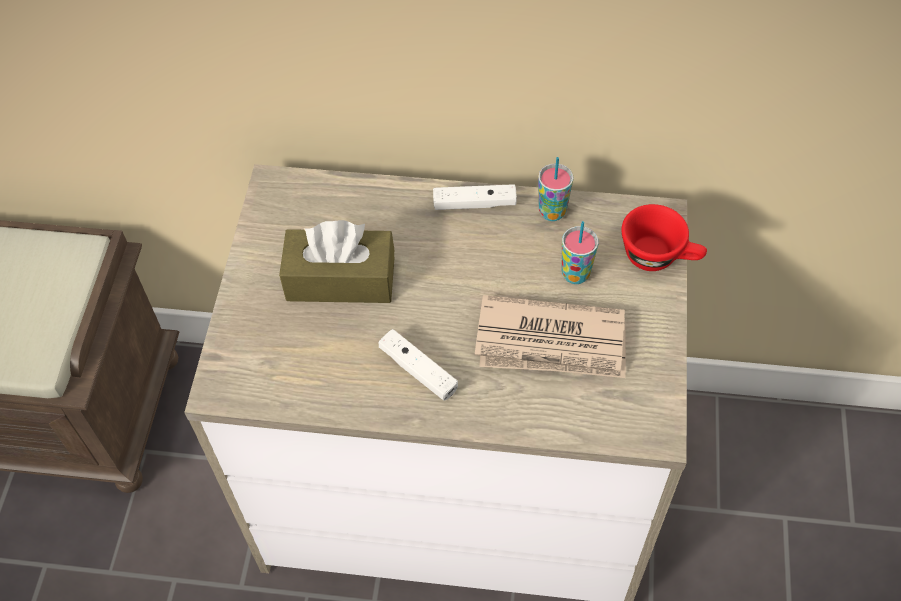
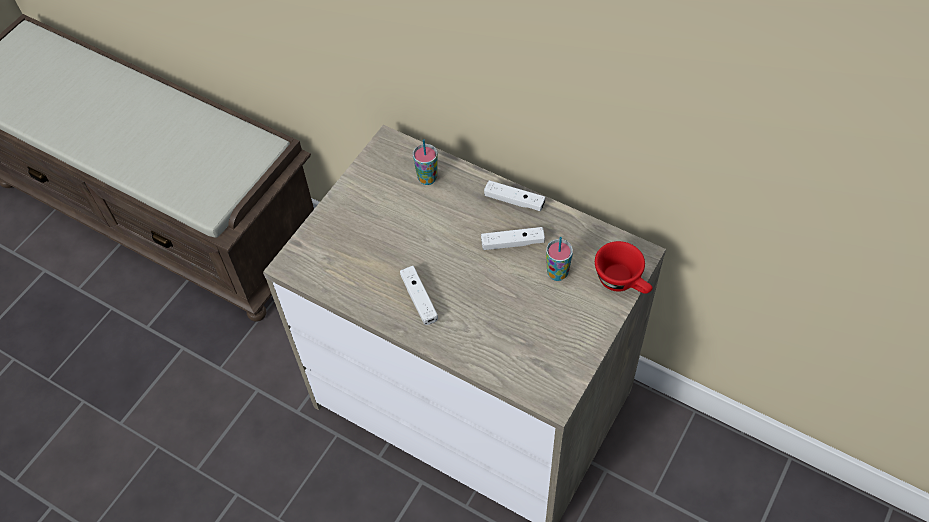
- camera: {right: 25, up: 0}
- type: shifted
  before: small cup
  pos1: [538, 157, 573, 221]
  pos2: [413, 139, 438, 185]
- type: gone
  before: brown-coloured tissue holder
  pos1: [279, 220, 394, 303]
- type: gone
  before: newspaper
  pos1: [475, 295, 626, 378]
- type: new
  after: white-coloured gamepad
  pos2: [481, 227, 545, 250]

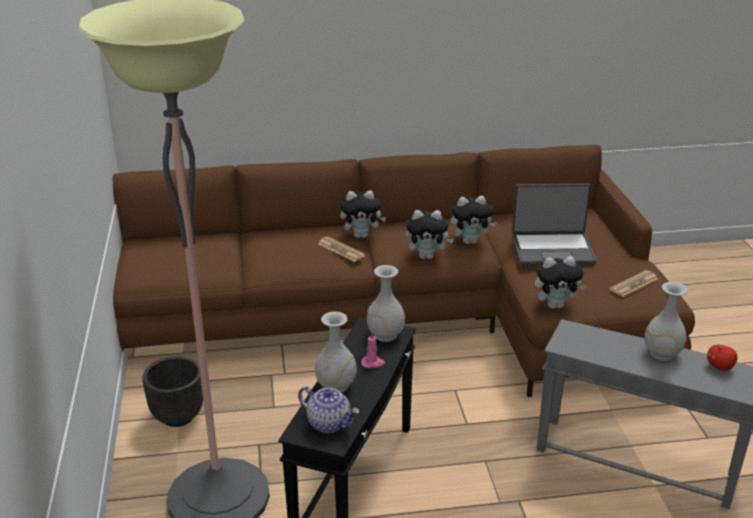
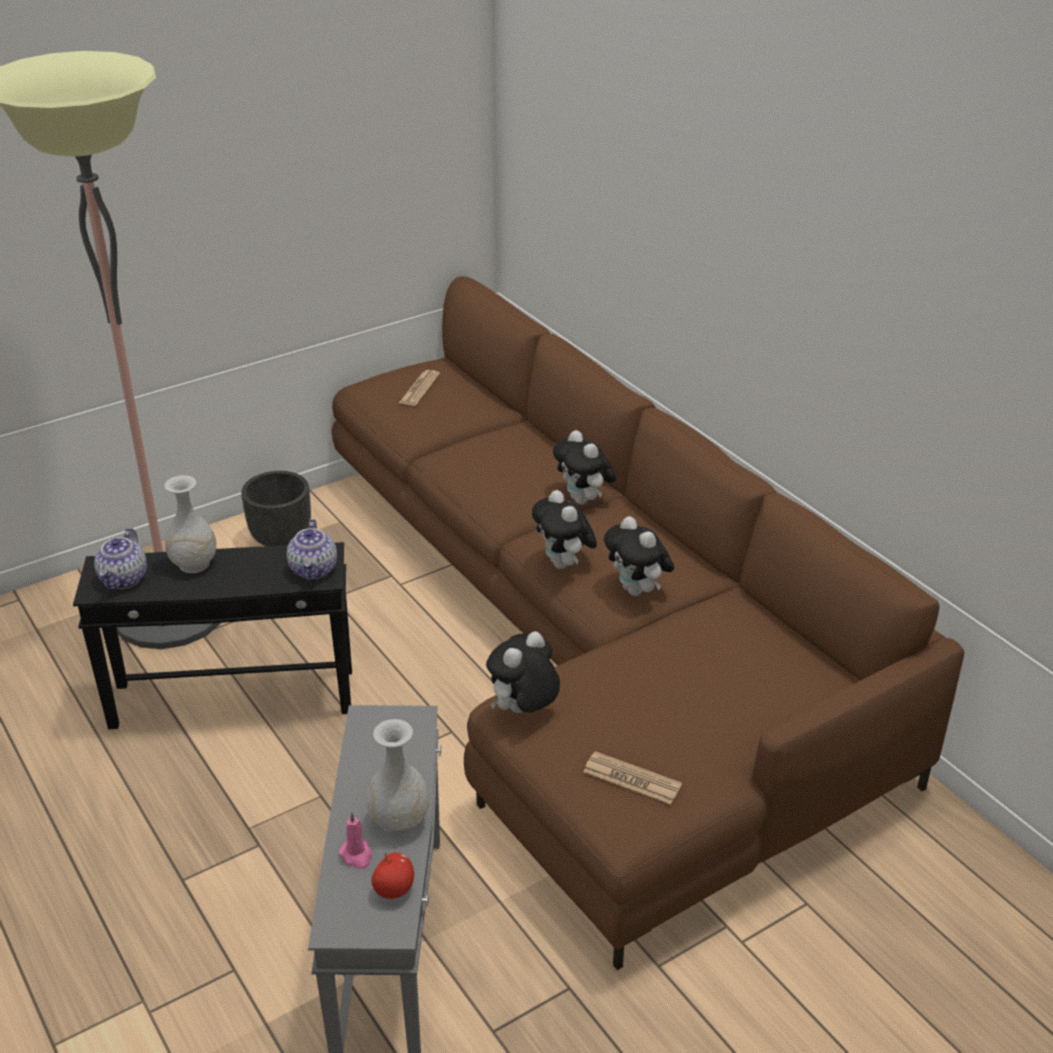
- camera: {right: 65, up: 5}
- type: gone
  before: notebook computer
  pos1: [512, 184, 597, 265]
- type: shifted
  before: newspaper
  pos1: [318, 237, 366, 262]
  pos2: [399, 370, 440, 406]
- type: rotated
  before: cuddly toy
  pos1: [535, 256, 586, 309]
  pos2: [486, 631, 560, 713]
  turn: 75
- type: swapped
  before: white-coloured flower vase
  after: teapot
  pos1: [367, 265, 405, 342]
  pos2: [287, 519, 337, 581]
- type: shifted
  before: pink-coloured candle
  pos1: [361, 332, 385, 368]
  pos2: [338, 812, 372, 869]

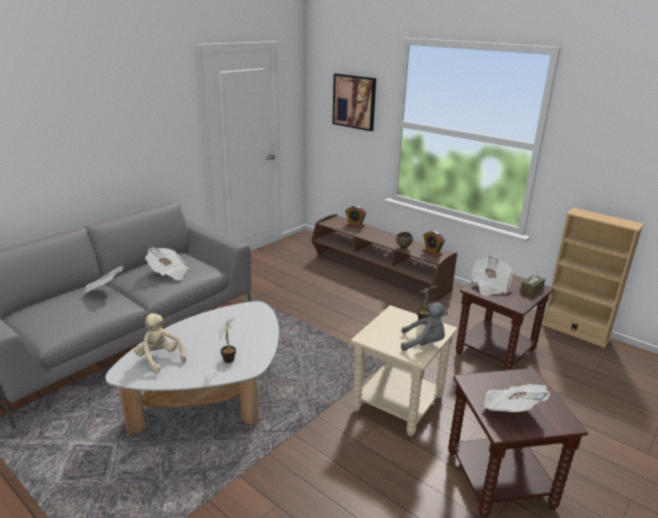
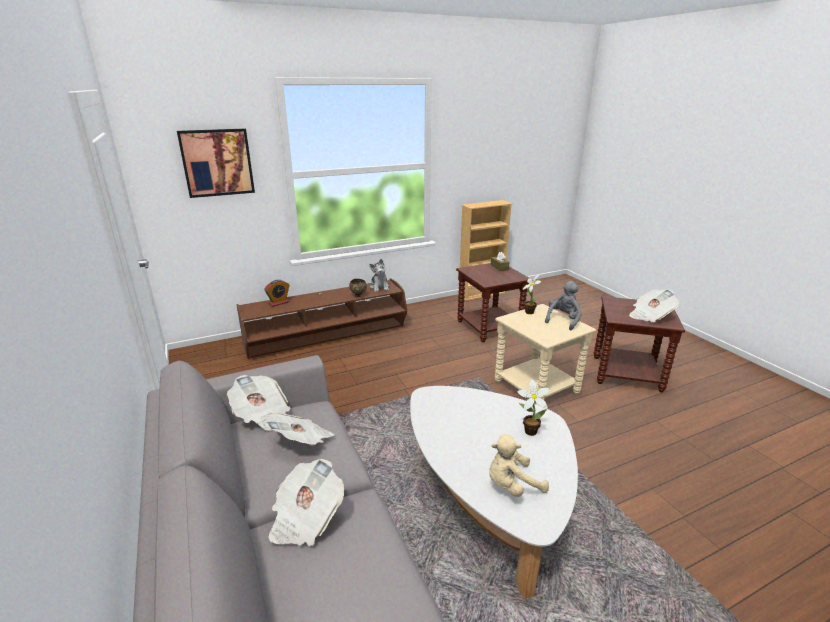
- camera: {right: -65, up: 0}
- type: swapped
  before: alarm clock
  after: cuddly toy
  pos1: [422, 231, 445, 257]
  pos2: [369, 259, 389, 292]
- type: shifted
  before: newspaper
  pos1: [471, 256, 513, 295]
  pos2: [227, 375, 291, 431]

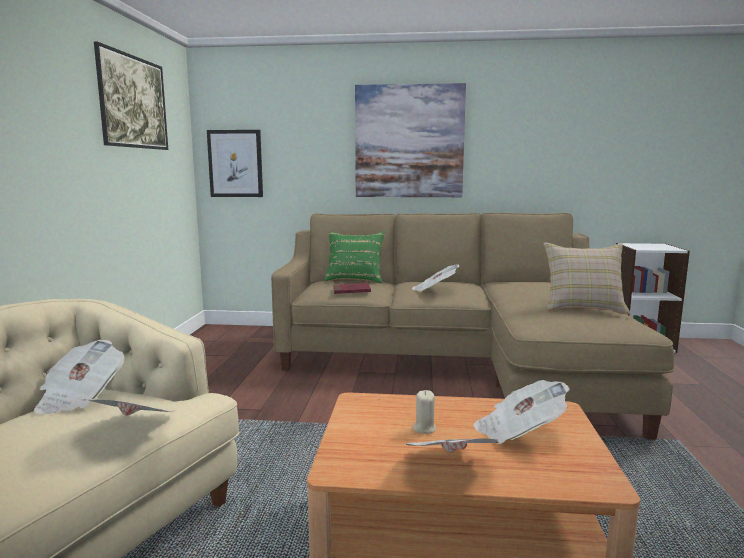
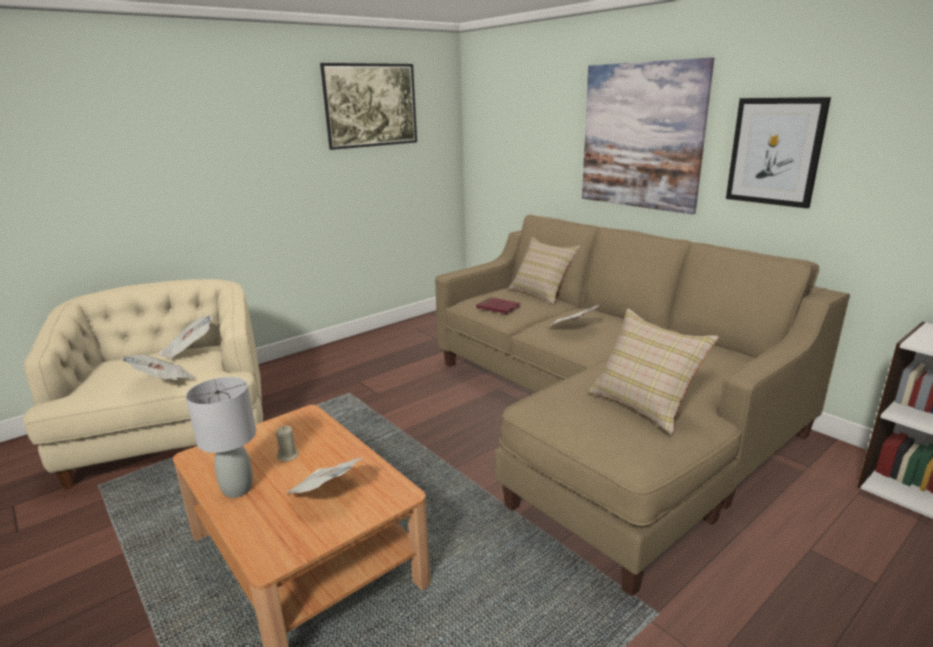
- camera: {right: 45, up: 10}
- type: shifted
  before: picture
  pos1: [207, 130, 263, 197]
  pos2: [726, 97, 831, 208]
- type: repainted
  before: green cushion
  after: beige cushion
  pos1: [324, 231, 385, 283]
  pos2: [508, 237, 580, 305]
- type: swapped
  before: newspaper
  after: greyish lamp for a table
  pos1: [406, 439, 499, 453]
  pos2: [186, 377, 256, 498]

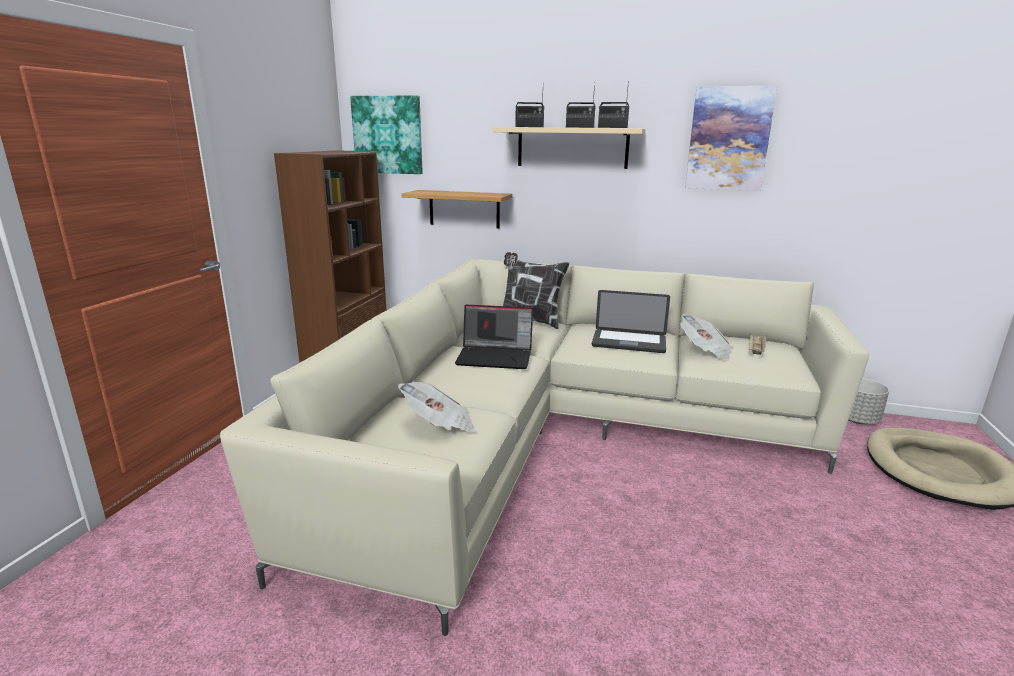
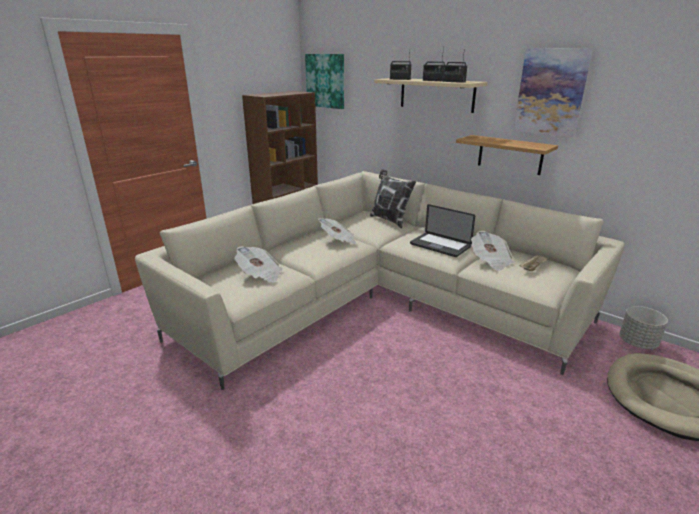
- camera: {right: 25, up: 5}
- type: shifted
  before: bracket shelf
  pos1: [401, 190, 512, 228]
  pos2: [456, 135, 558, 175]
- type: swapped
  before: notebook computer
  after: newspaper
  pos1: [455, 305, 533, 369]
  pos2: [318, 218, 356, 245]

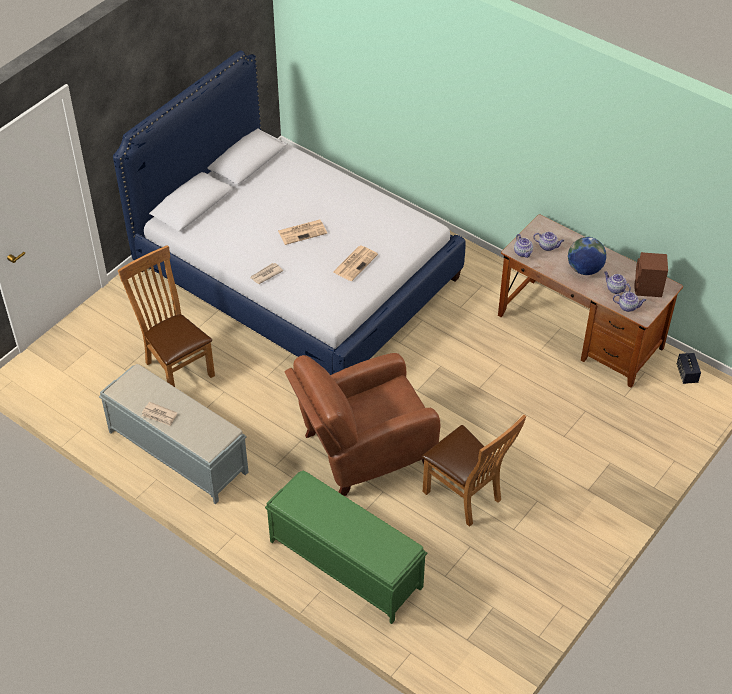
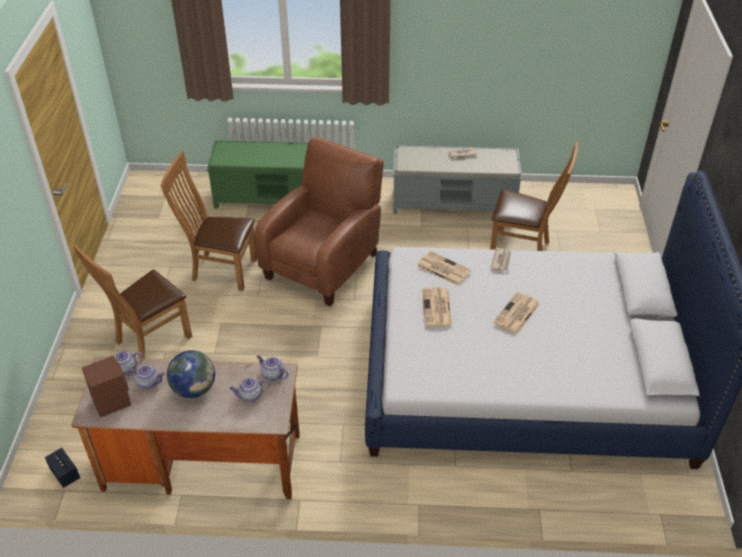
- camera: {right: 145, up: -5}
- type: new
  after: brown-coloured upright chair
  pos2: [73, 244, 192, 359]
- type: new
  after: newspaper
  pos2: [417, 251, 471, 286]

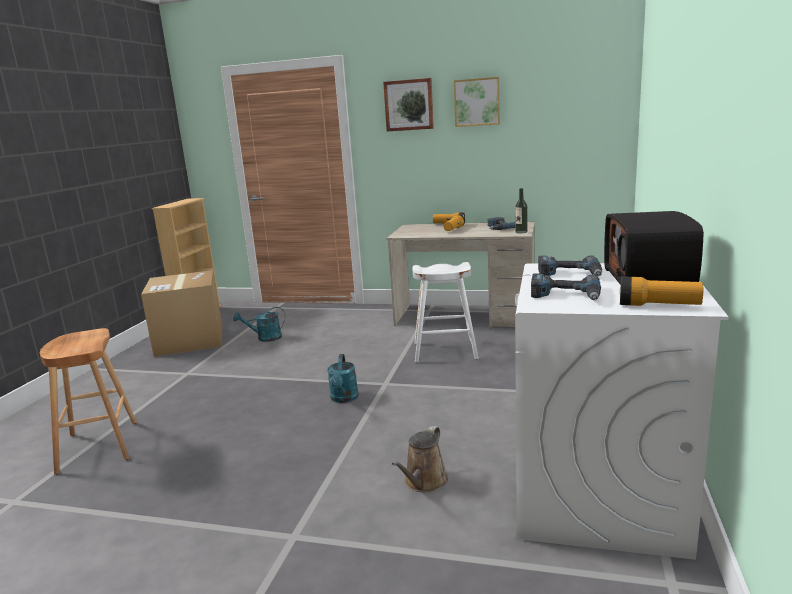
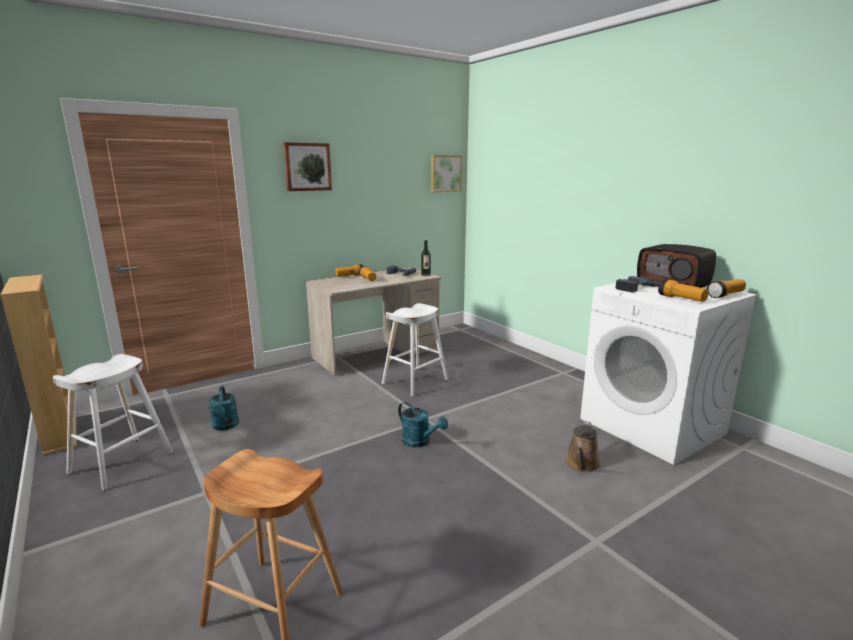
- camera: {right: -50, up: 0}
- type: shifted
  before: picture
  pos1: [454, 77, 500, 127]
  pos2: [431, 155, 462, 192]
- type: swapped
  before: packing box
  after: white-coloured stool seat
  pos1: [141, 270, 222, 357]
  pos2: [53, 354, 173, 490]
- type: swapped
  before: power drill
  after: hand torch
  pos1: [531, 273, 601, 300]
  pos2: [658, 279, 709, 302]
- type: rotated
  before: turquoise-coloured watering can
  pos1: [233, 307, 285, 342]
  pos2: [209, 386, 239, 430]
  turn: -45
- type: rotated
  before: brown-coloured watering can
  pos1: [392, 426, 448, 492]
  pos2: [565, 421, 601, 472]
  turn: 45

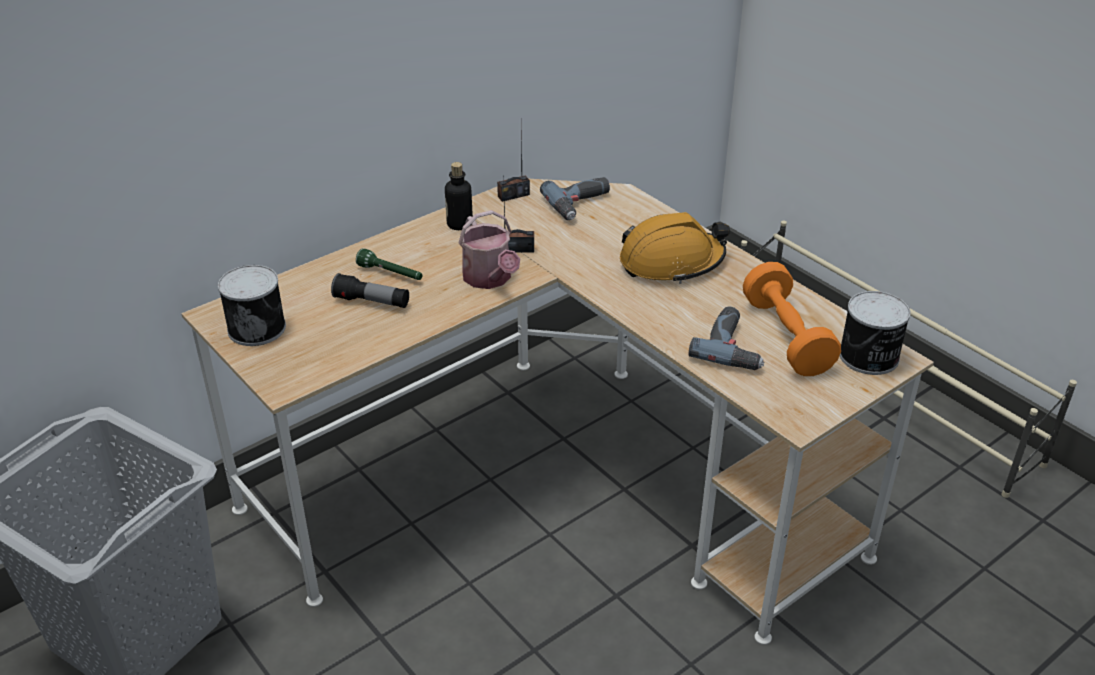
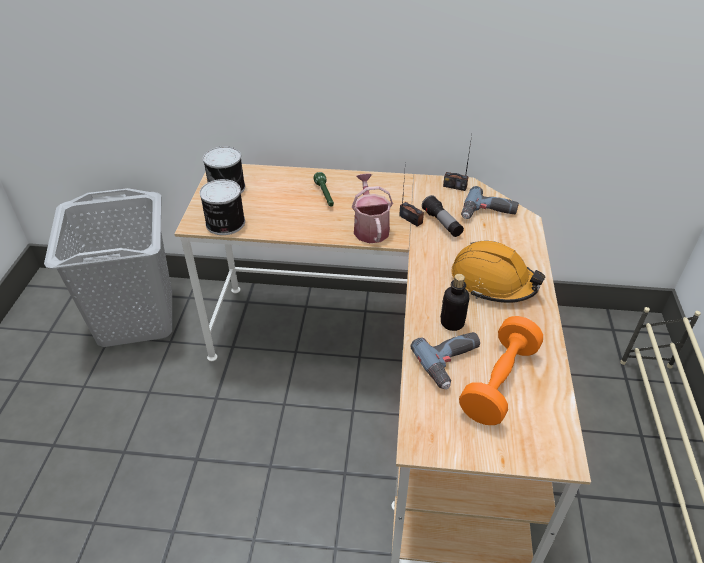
- camera: {right: 45, up: 5}
- type: shifted
  before: bottle
  pos1: [445, 162, 473, 230]
  pos2: [440, 274, 470, 331]
- type: rotated
  before: watering can
  pos1: [459, 210, 520, 289]
  pos2: [352, 173, 393, 243]
  turn: 150
- type: shifted
  before: hand torch
  pos1: [331, 273, 409, 308]
  pos2: [422, 195, 464, 237]
- type: shifted
  before: sealed can
  pos1: [840, 291, 911, 375]
  pos2: [200, 179, 245, 235]

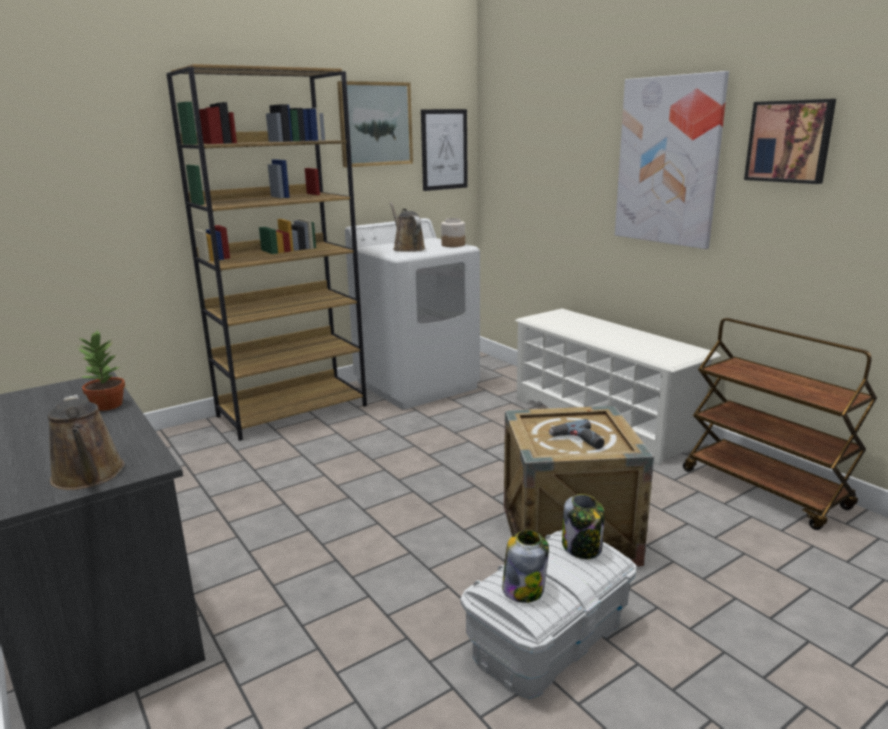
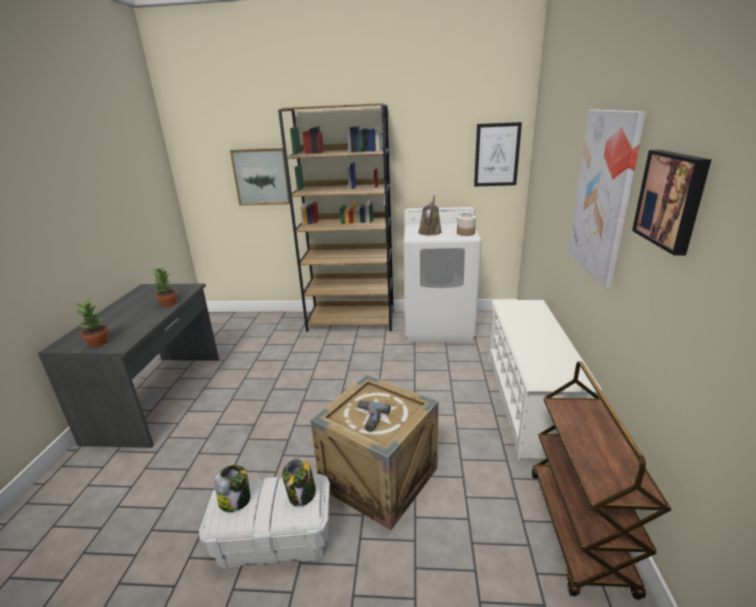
- camera: {right: 40, up: 5}
- type: shifted
  before: picture
  pos1: [337, 81, 413, 167]
  pos2: [230, 148, 290, 206]
- type: swapped
  before: brown-coloured watering can
  after: houseplant
  pos1: [48, 394, 125, 490]
  pos2: [75, 297, 109, 347]

